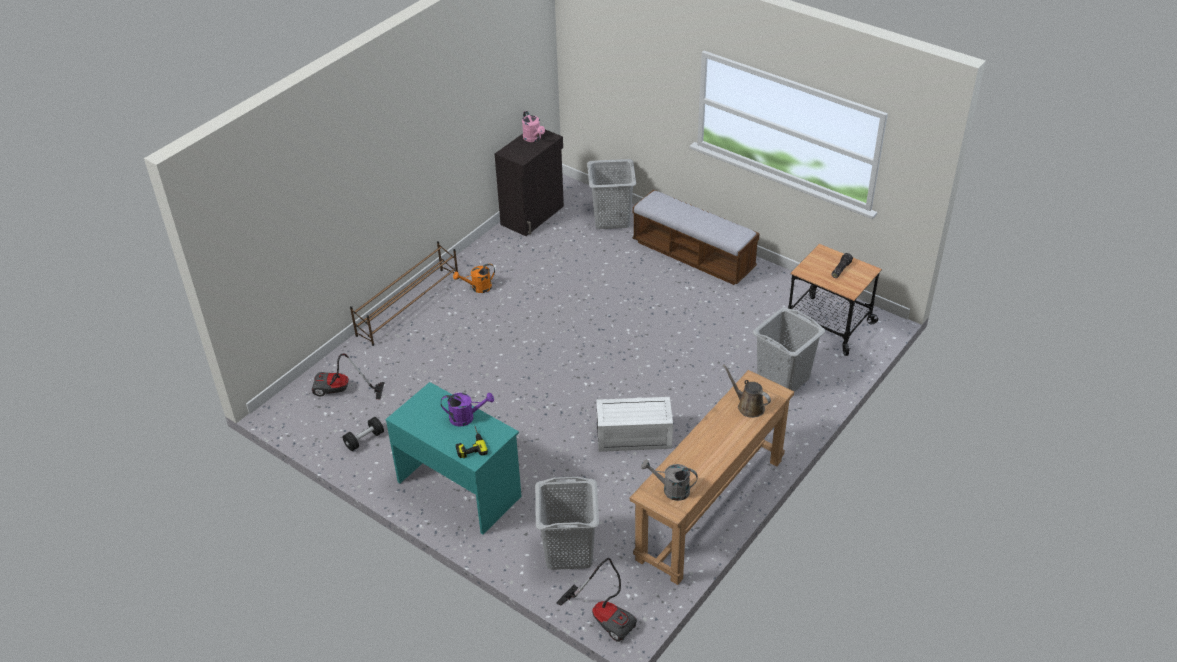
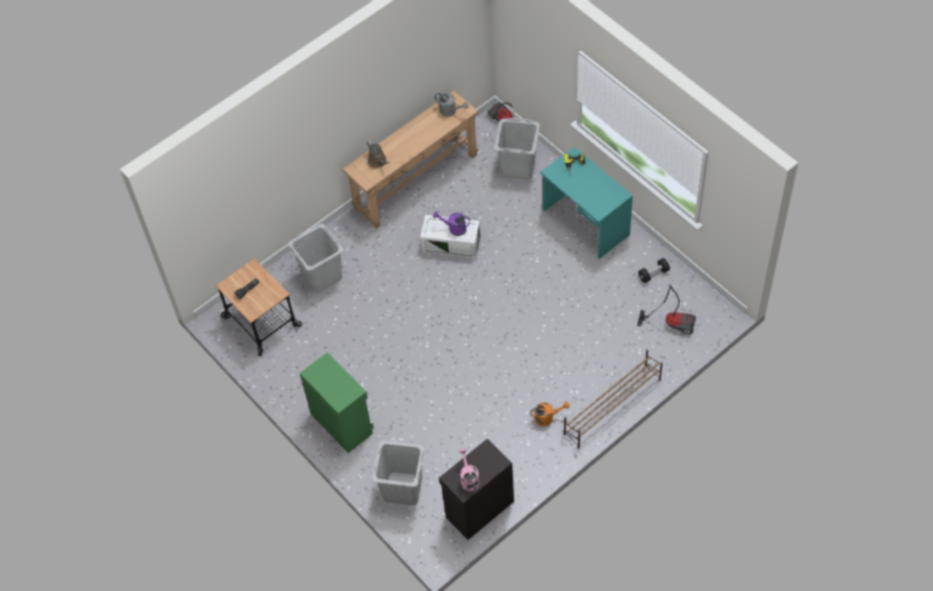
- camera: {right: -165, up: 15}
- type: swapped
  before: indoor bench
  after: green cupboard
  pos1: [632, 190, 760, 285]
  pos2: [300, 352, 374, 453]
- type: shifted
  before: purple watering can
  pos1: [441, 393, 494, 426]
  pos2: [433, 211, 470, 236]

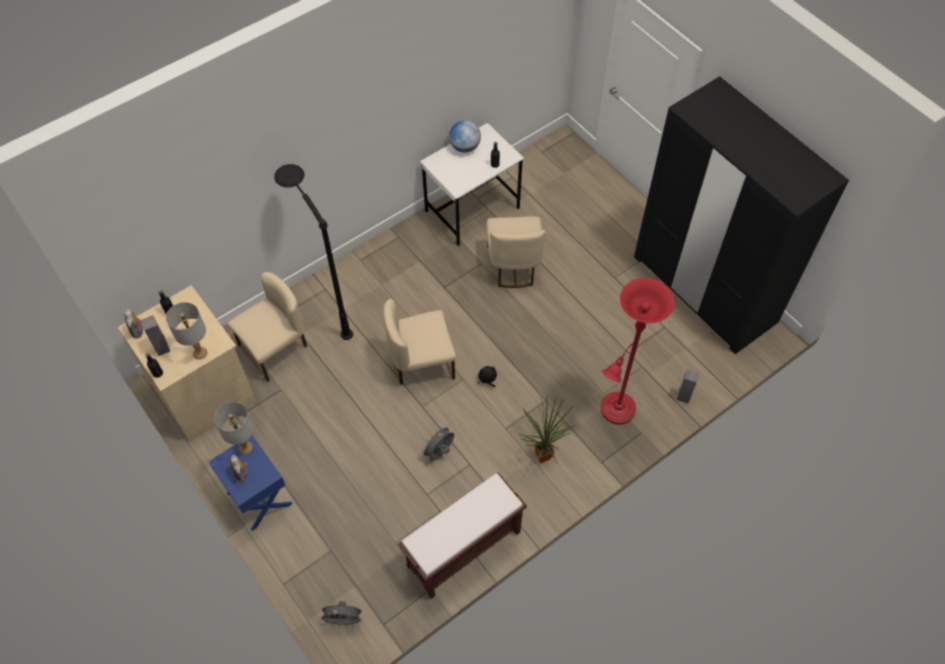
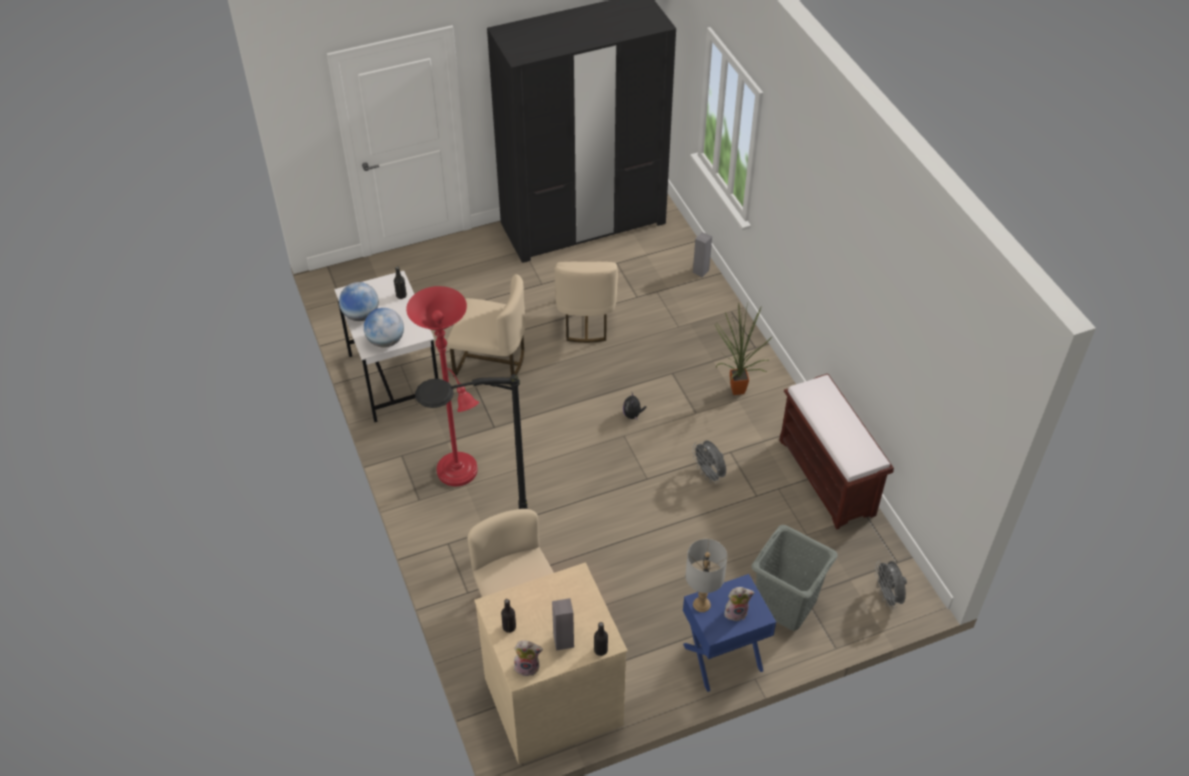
- camera: {right: -75, up: -10}
- type: shifted
  before: reddish standing lamp
  pos1: [601, 278, 675, 425]
  pos2: [406, 286, 479, 486]
- type: shifted
  before: beige upright chair
  pos1: [383, 299, 456, 385]
  pos2: [554, 262, 618, 343]
- type: gone
  before: greyish lamp for a table
  pos1: [166, 302, 207, 360]
- type: rotated
  before: greyish fan
  pos1: [318, 601, 364, 628]
  pos2: [875, 560, 907, 609]
  turn: 150
- type: new
  after: globe
  pos2: [364, 308, 404, 348]
- type: new
  after: greyish hamper
  pos2: [751, 525, 838, 631]

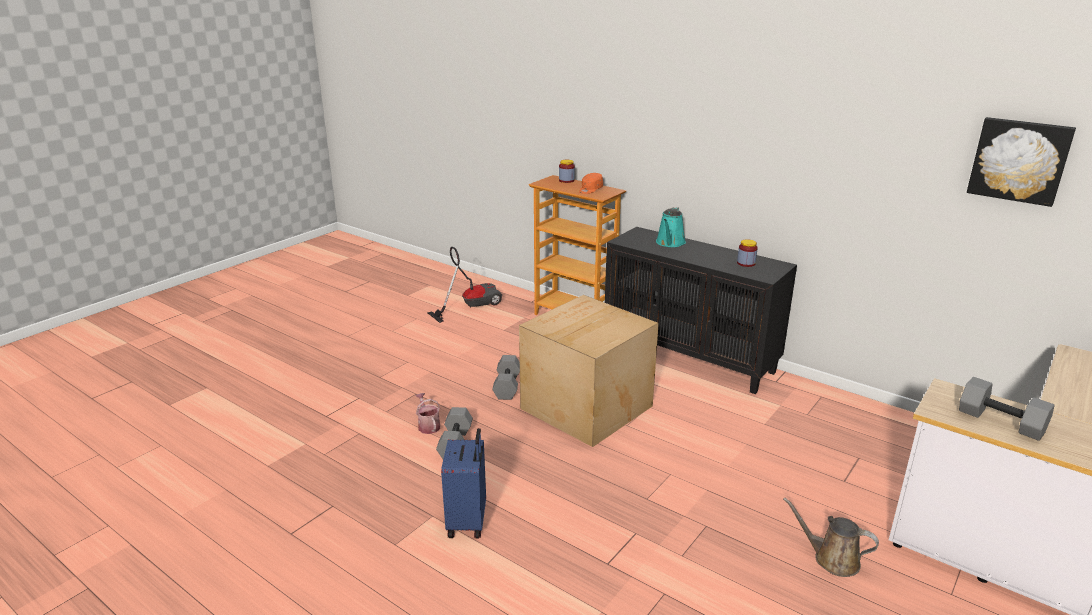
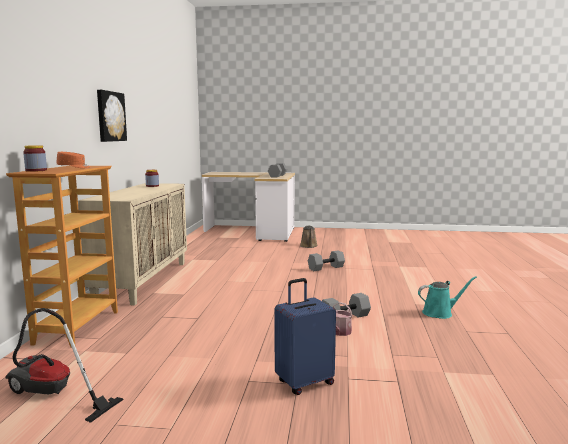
- camera: {right: -120, up: -15}
- type: shifted
  before: picture
  pos1: [967, 117, 1076, 207]
  pos2: [97, 90, 127, 142]
- type: shifted
  before: turquoise-coloured watering can
  pos1: [656, 207, 686, 247]
  pos2: [418, 276, 477, 319]
- type: repainted
  before: blackish cupboard
  after: beige cupboard
  pos1: [605, 227, 797, 394]
  pos2: [78, 183, 187, 306]
- type: gone
  before: packing box
  pos1: [519, 295, 659, 447]
- type: shifted
  before: greyish free weight
  pos1: [492, 355, 520, 400]
  pos2: [308, 250, 345, 271]
- type: shifted
  before: blue suitcase
  pos1: [441, 428, 486, 538]
  pos2: [274, 278, 336, 395]

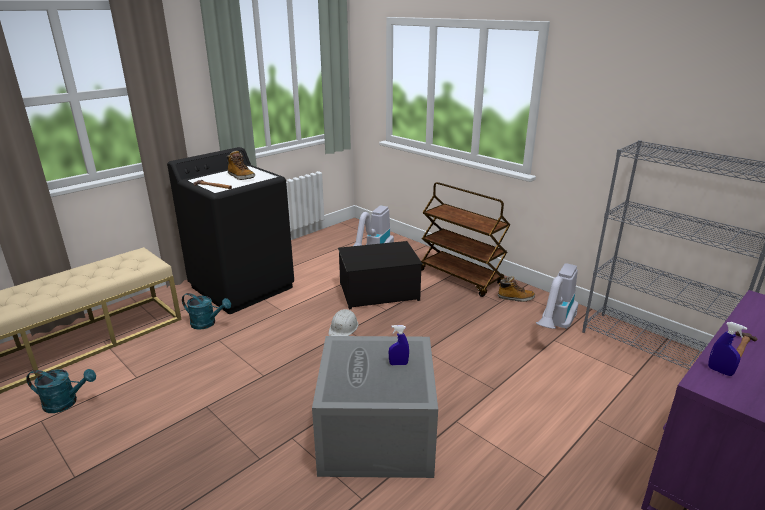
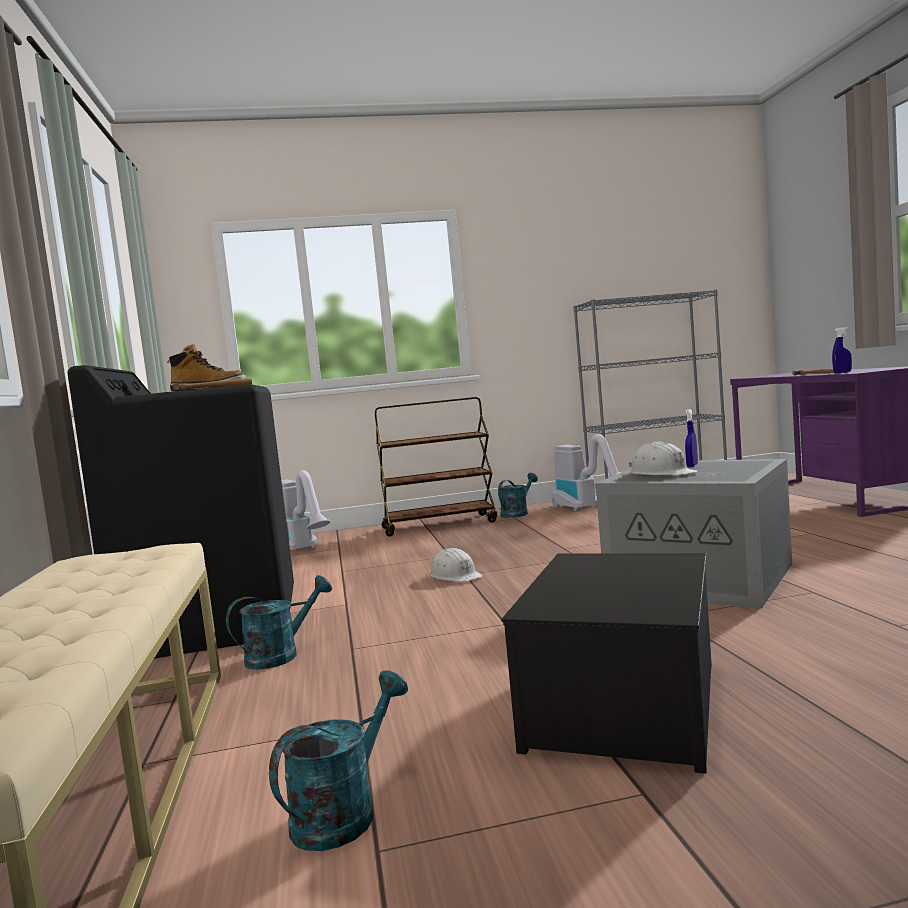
- camera: {right: -55, up: -20}
- type: shifted
  before: storage box
  pos1: [338, 241, 422, 309]
  pos2: [501, 553, 712, 774]
- type: swapped
  before: high-top boot
  after: turquoise-coloured watering can
  pos1: [498, 276, 535, 302]
  pos2: [498, 473, 538, 518]
- type: new
  after: white-coloured work helmet
  pos2: [629, 441, 698, 475]

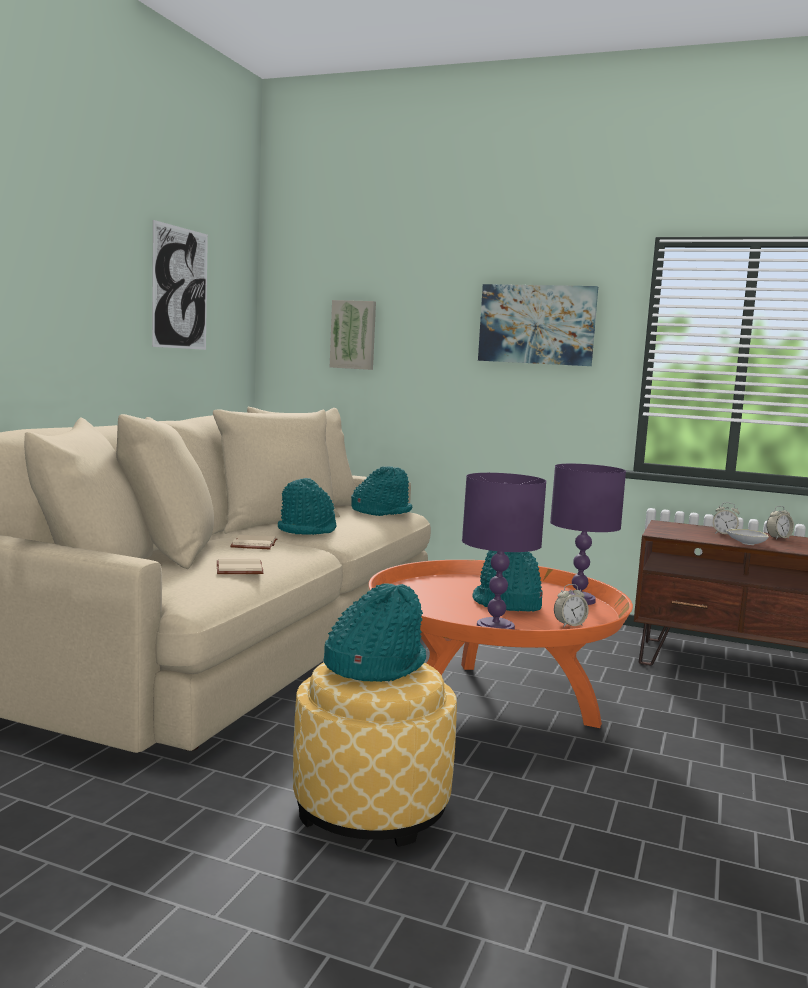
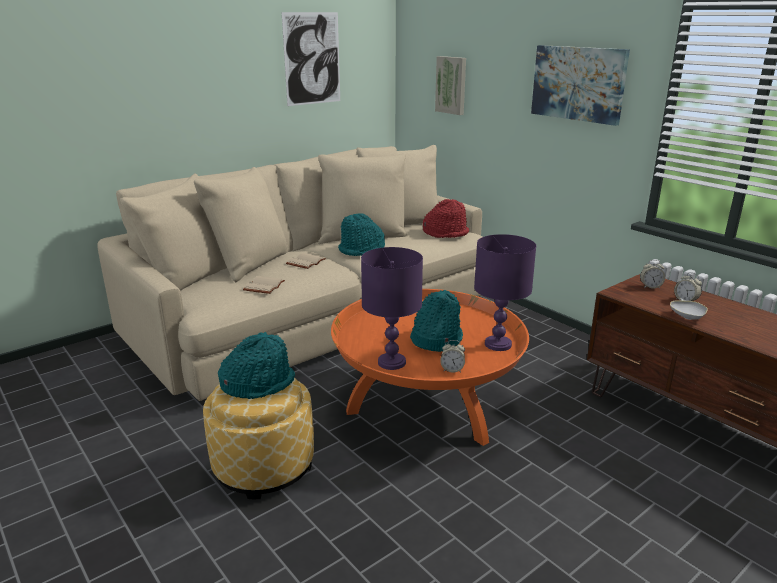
- camera: {right: 30, up: 15}
- type: repainted
  before: turquoise-coloured clothing hat
  after: reddish clothing hat
  pos1: [351, 466, 412, 516]
  pos2: [423, 199, 469, 238]
- type: shifted
  before: alarm clock
  pos1: [766, 506, 794, 539]
  pos2: [640, 260, 665, 289]

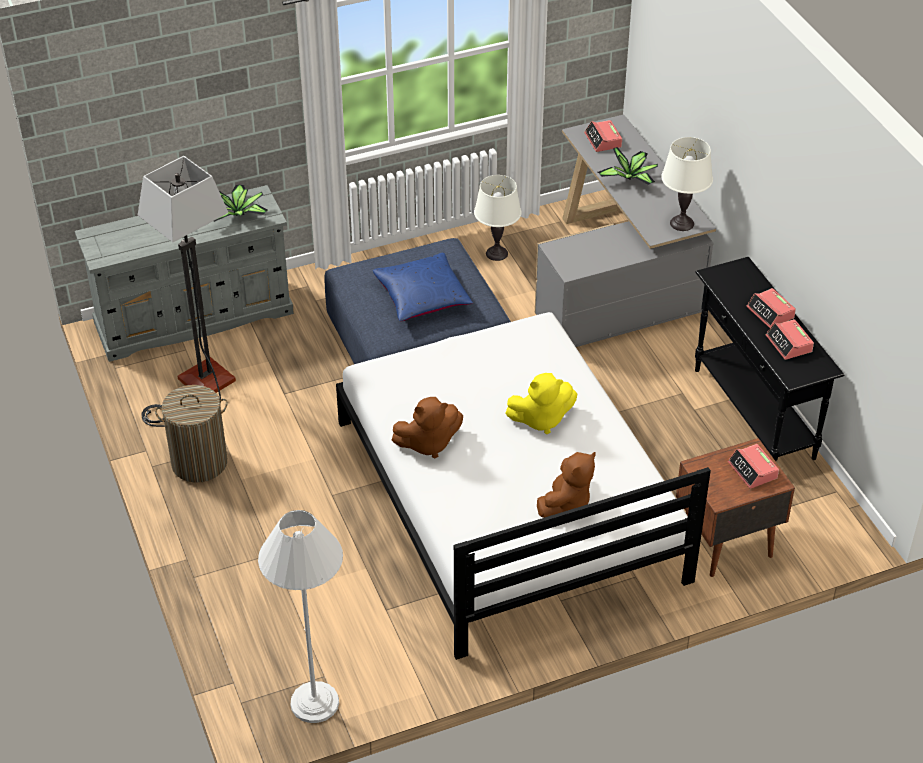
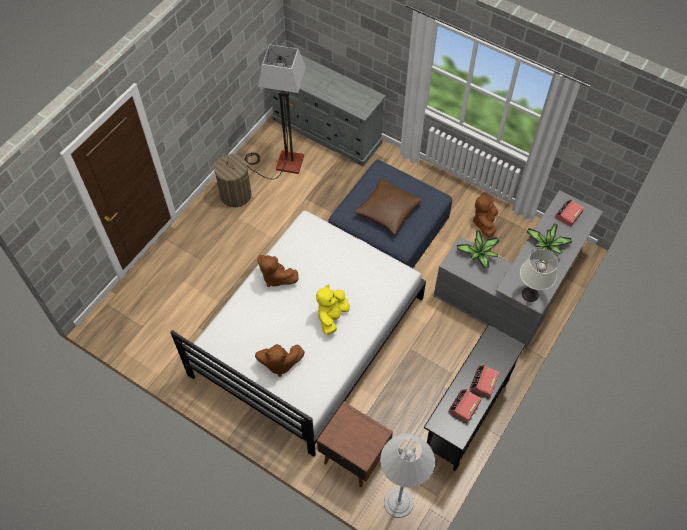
- camera: {right: 55, up: 15}
- type: swapped
  before: white-coloured lamp for a table
  after: brown-coloured cuddly toy
  pos1: [474, 175, 522, 261]
  pos2: [473, 193, 498, 236]
- type: shifted
  before: houseplant
  pos1: [214, 185, 268, 222]
  pos2: [457, 230, 499, 268]
- type: repainted
  before: blue cushion
  after: brown-coloured cushion
  pos1: [373, 252, 473, 321]
  pos2: [354, 177, 423, 235]
- type: rotated
  before: yellow-coloured cuddly toy
  pos1: [505, 373, 577, 434]
  pos2: [316, 285, 350, 335]
  turn: 75
- type: gone
  before: alarm clock
  pos1: [728, 444, 779, 489]
- type: shifted
  before: white-coloured standing lamp
  pos1: [258, 510, 343, 723]
  pos2: [380, 434, 435, 518]

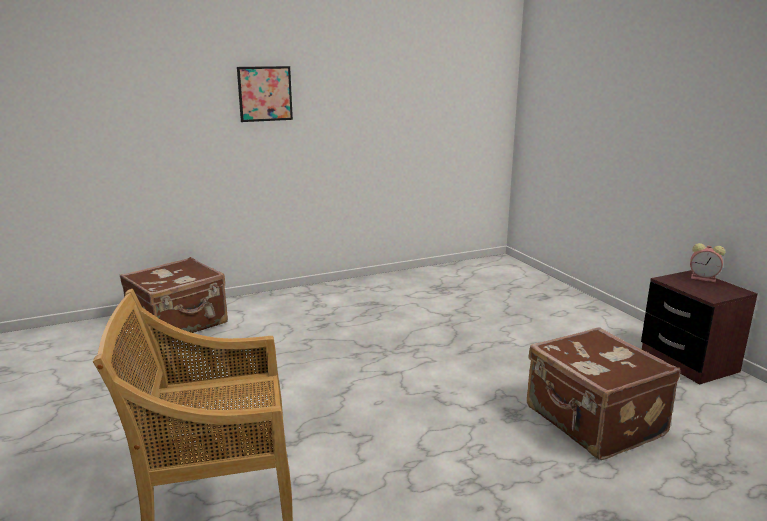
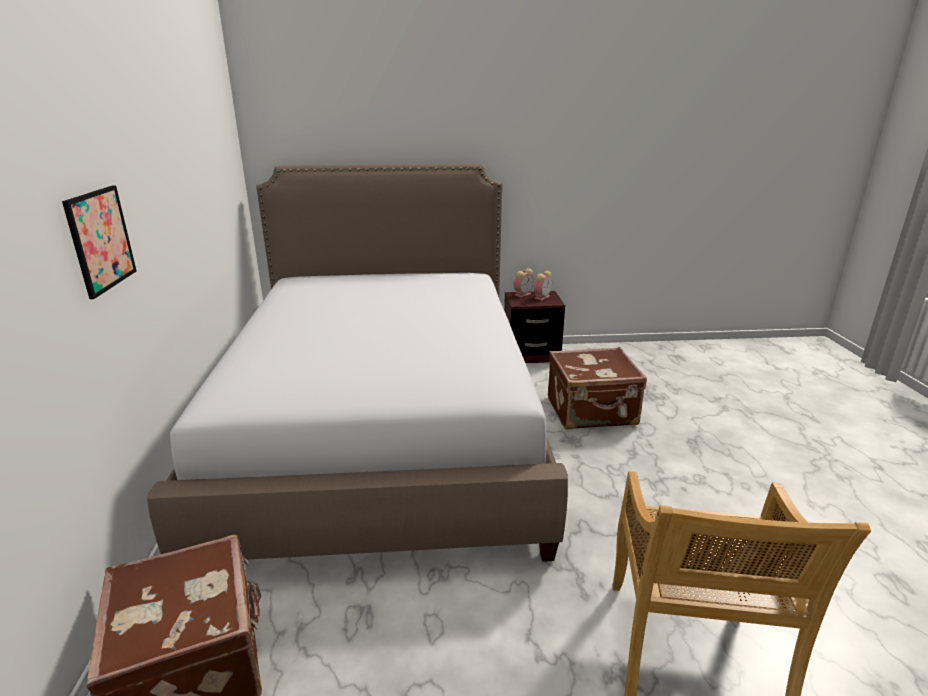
- camera: {right: -70, up: 5}
- type: new
  after: bed
  pos2: [147, 164, 568, 562]
- type: new
  after: alarm clock
  pos2: [534, 271, 552, 301]

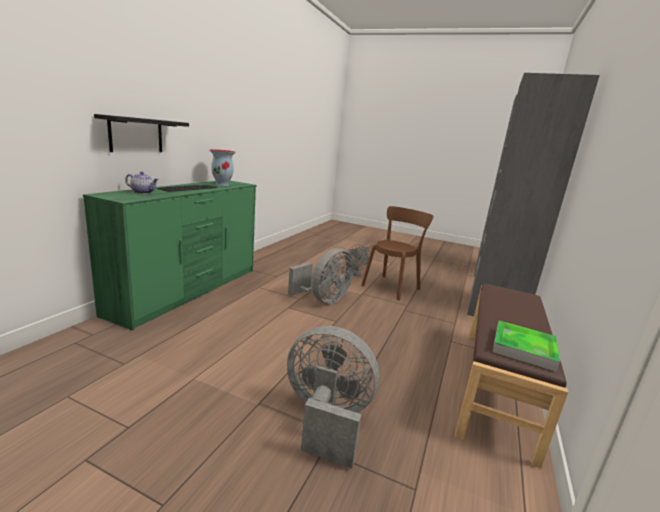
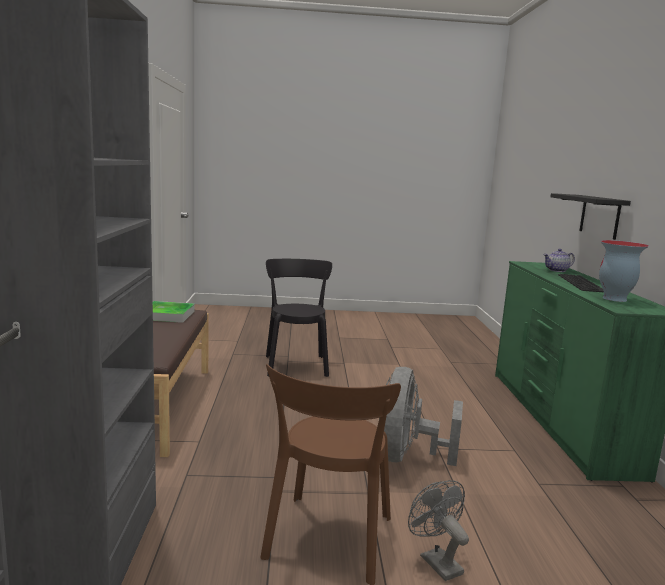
- camera: {right: 155, up: -5}
- type: swapped
  before: greyish fan
  after: blackish upright chair
  pos1: [287, 326, 379, 469]
  pos2: [266, 259, 332, 377]

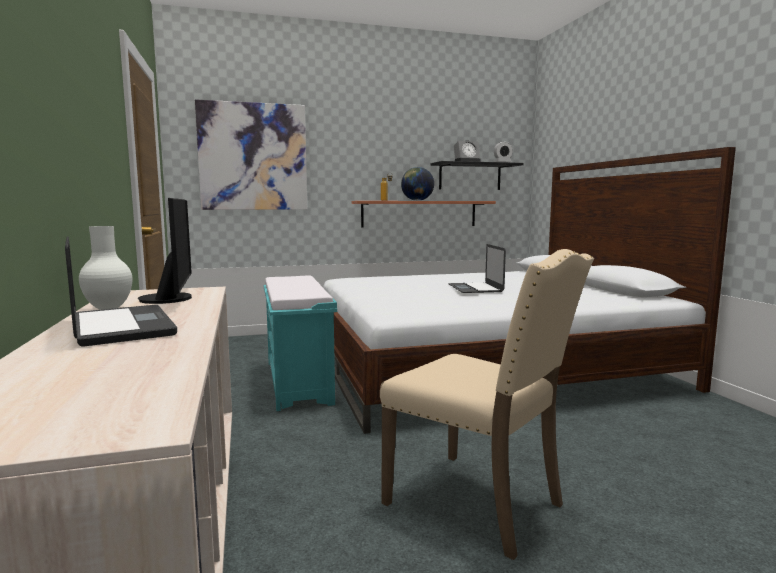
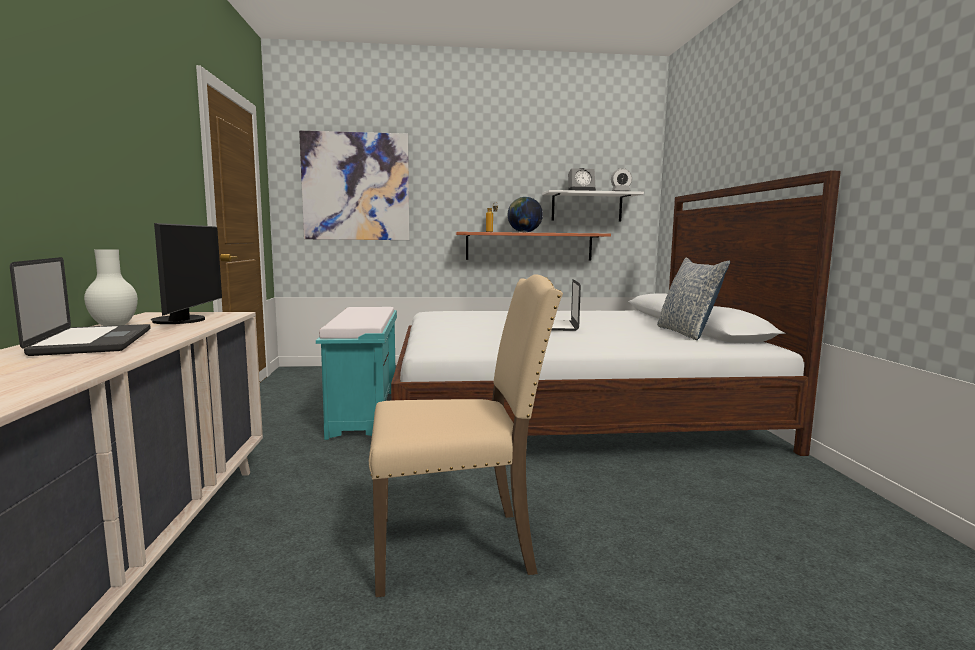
- camera: {right: 10, up: 0}
- type: repainted
  before: blackish bracket shelf
  after: white-coloured bracket shelf
  pos1: [431, 161, 524, 190]
  pos2: [542, 190, 644, 221]
- type: rotated
  before: beige upright chair
  pos1: [380, 249, 594, 560]
  pos2: [369, 274, 563, 597]
  turn: -60
- type: new
  after: cushion
  pos2: [657, 258, 730, 340]

